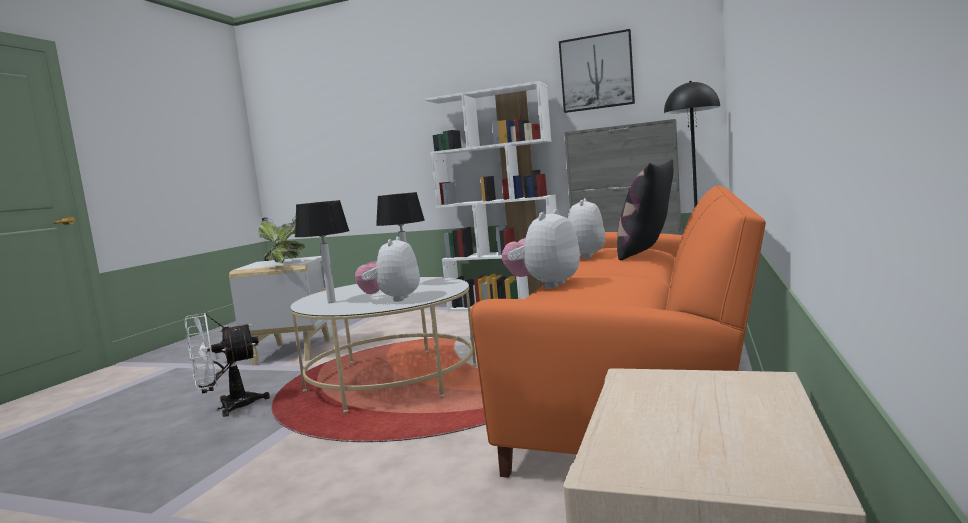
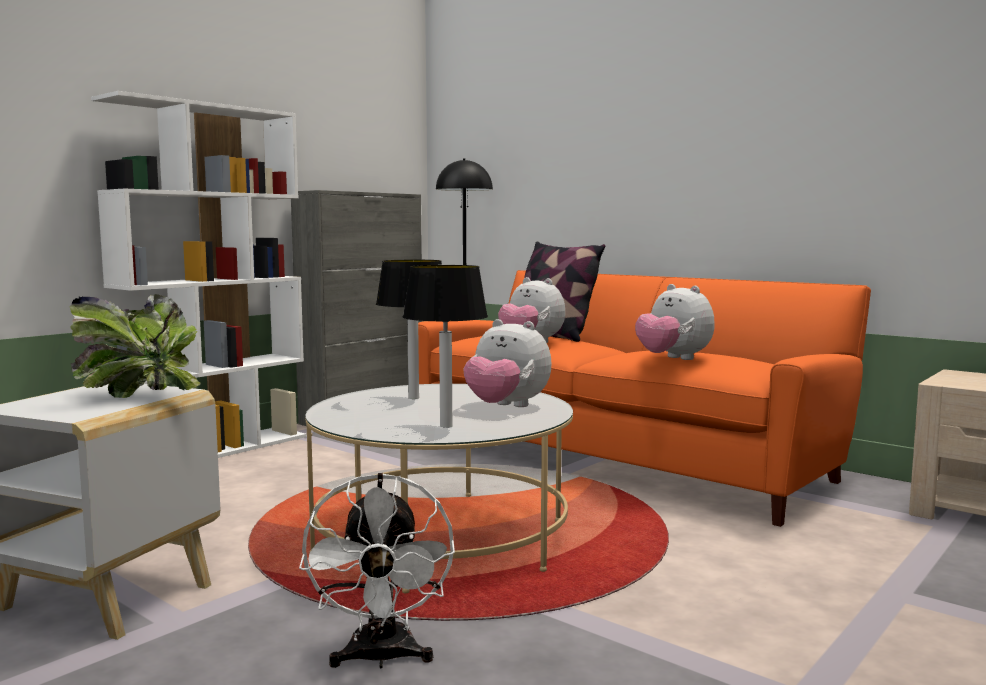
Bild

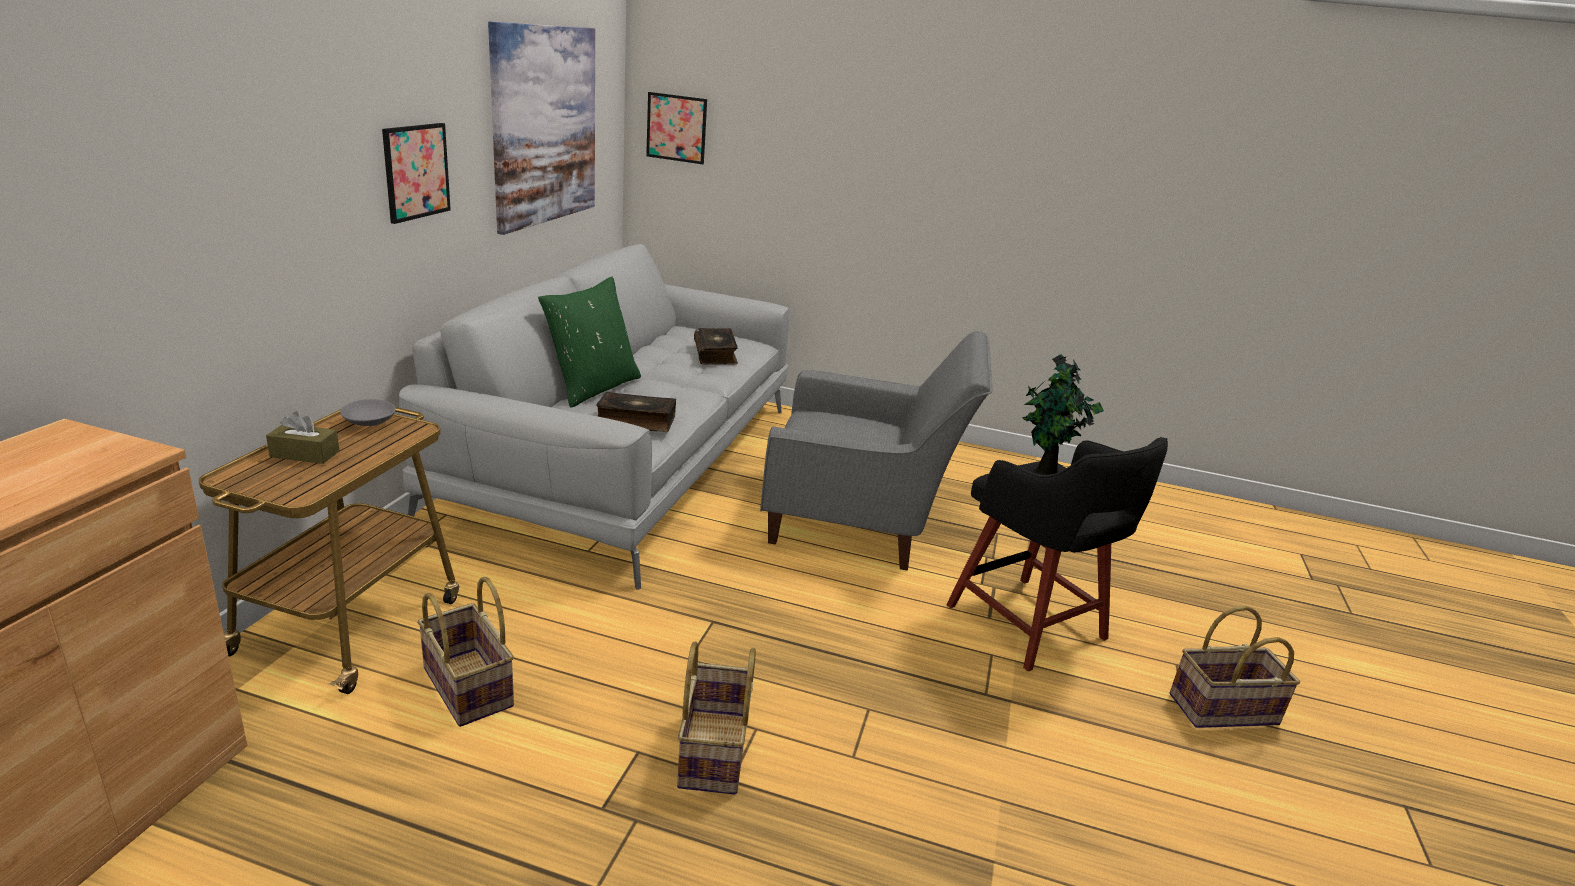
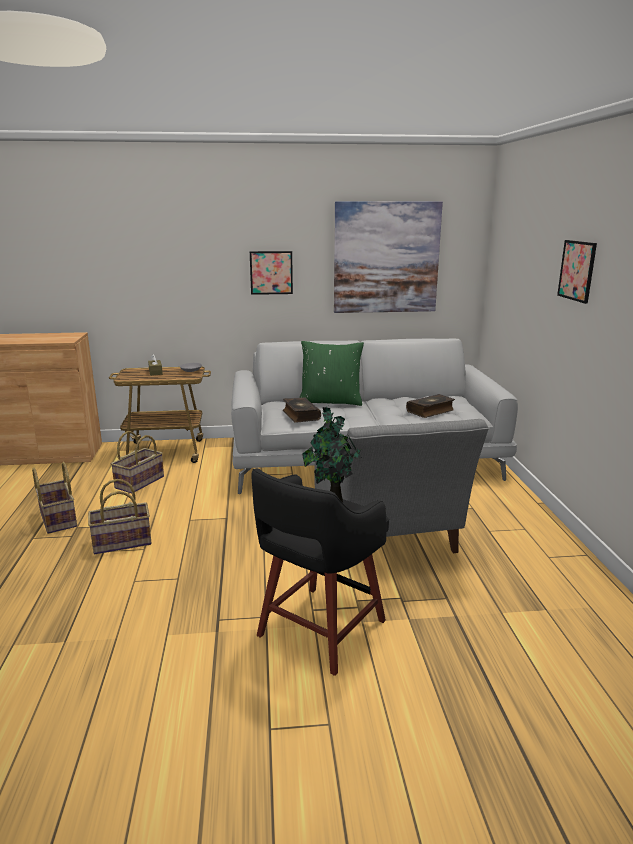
Bild (no. 3 from left); Korb (no. 1 from left)

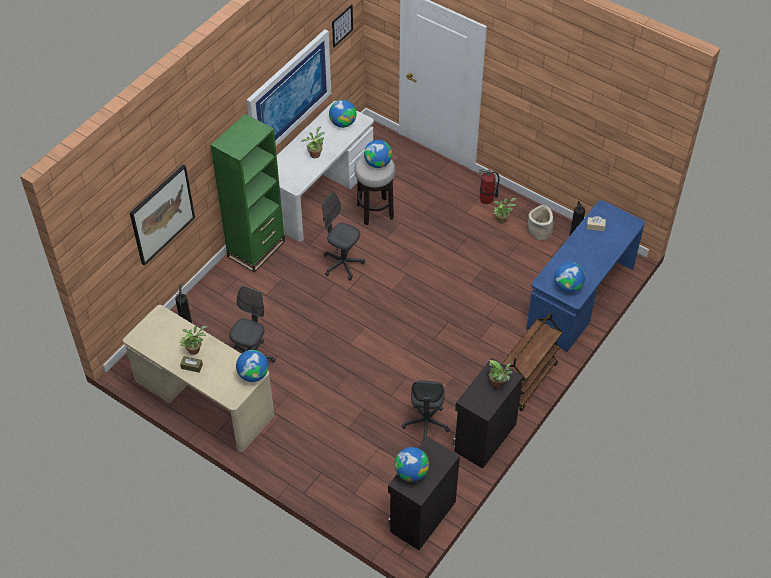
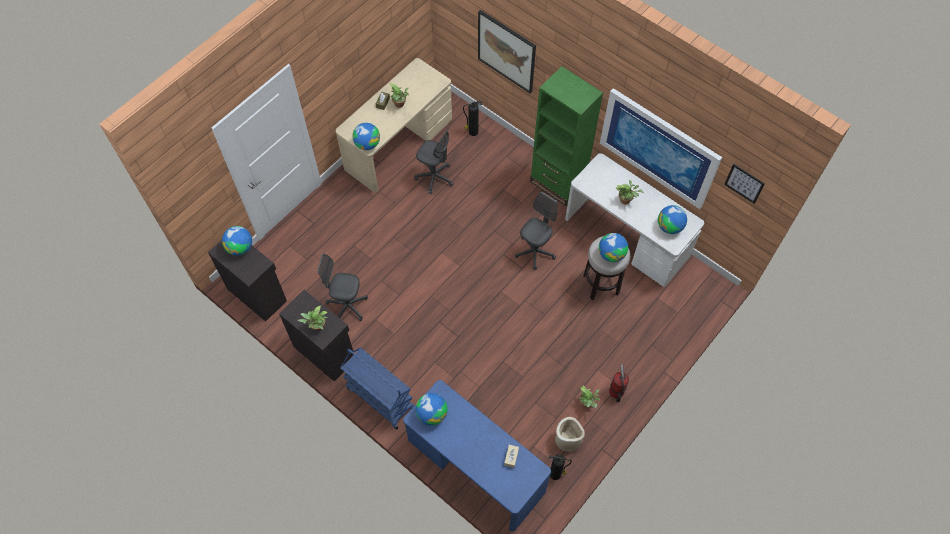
Rollwagen [blau]

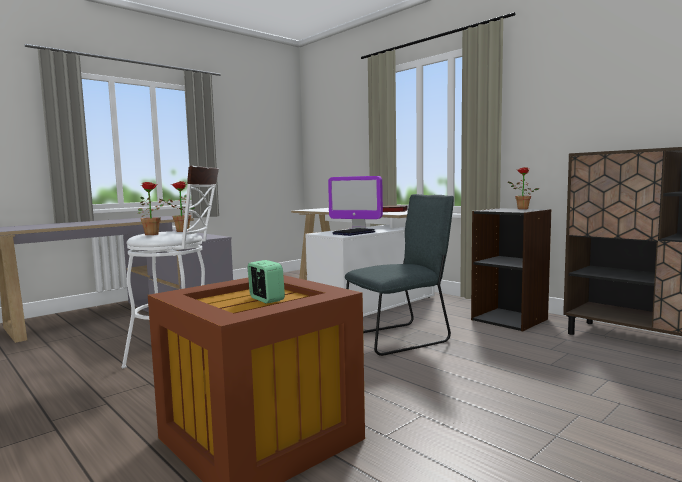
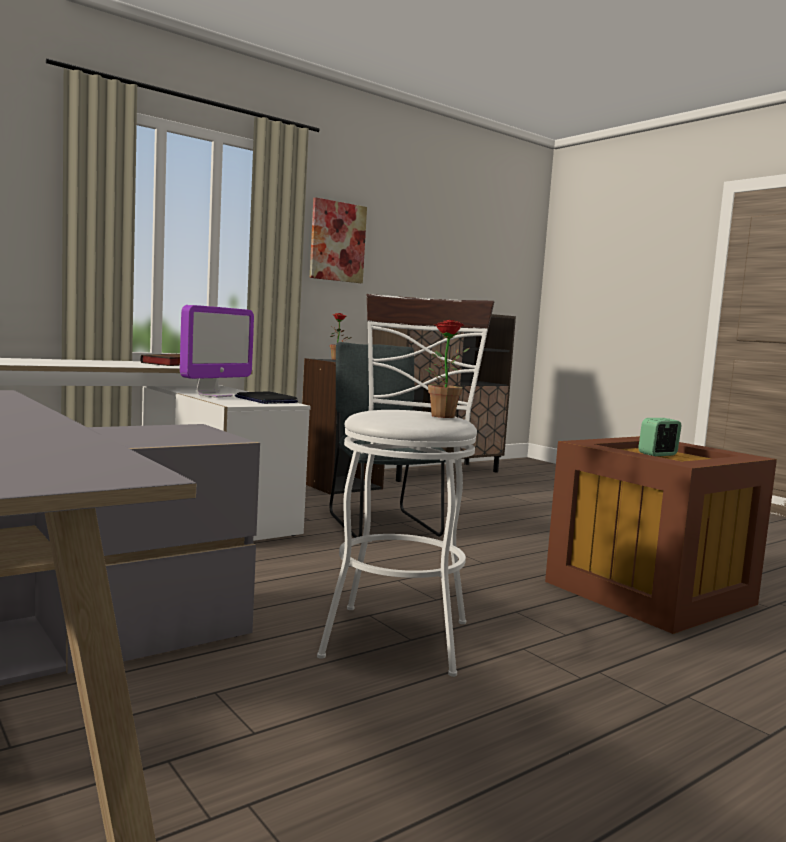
Topfpflanze (no. 2 from left in the first image); Bild

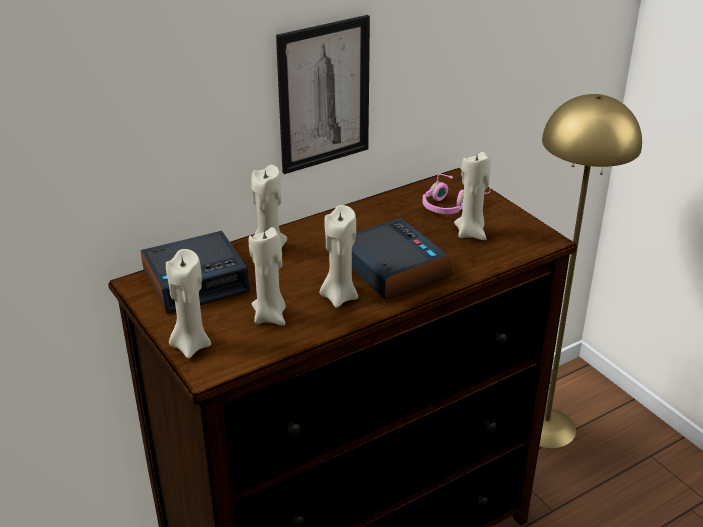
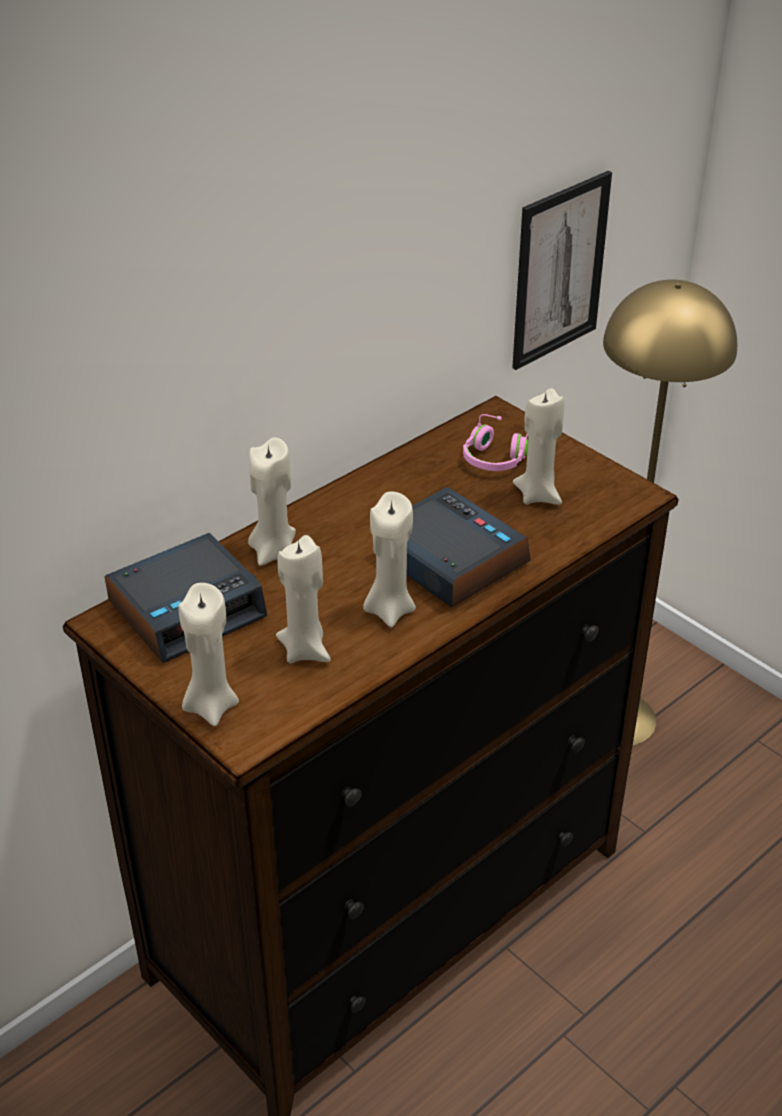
Bild

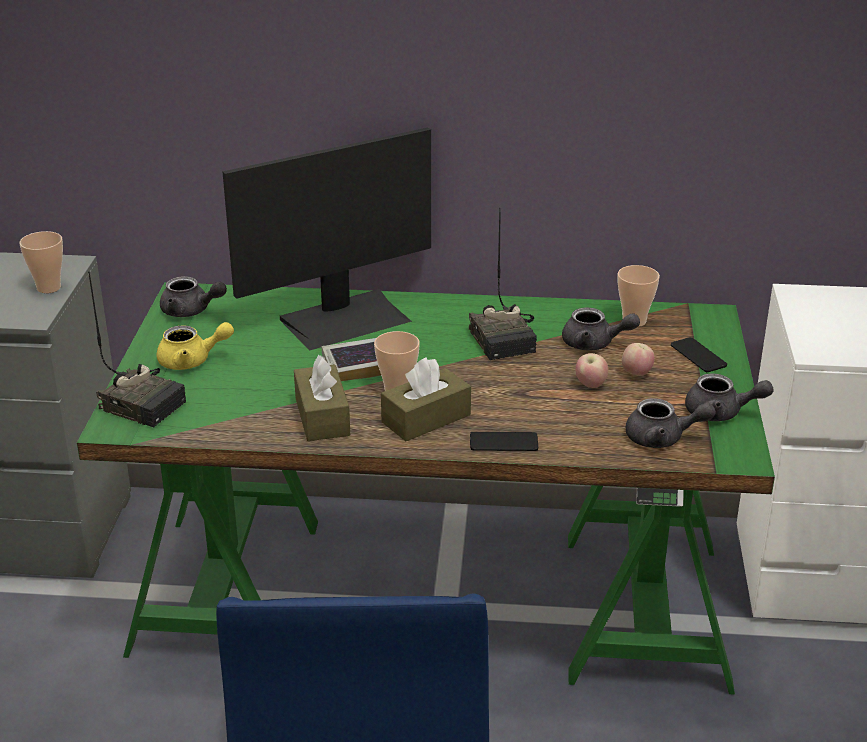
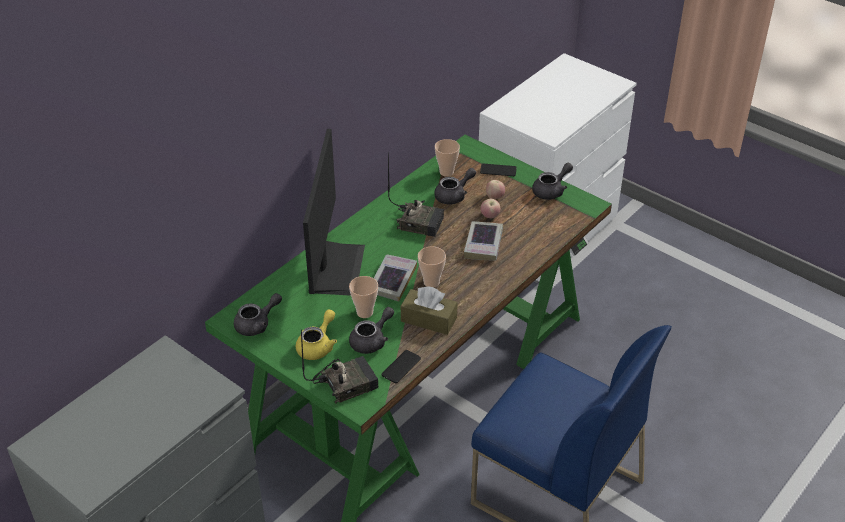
Tasse (no. 1 from left); Taschentuchbox [braun] (no. 2 from left in the first image); Handy (no. 1 from left); Teekanne [grau] (no. 2 from left); Buch (no. 2 from left)

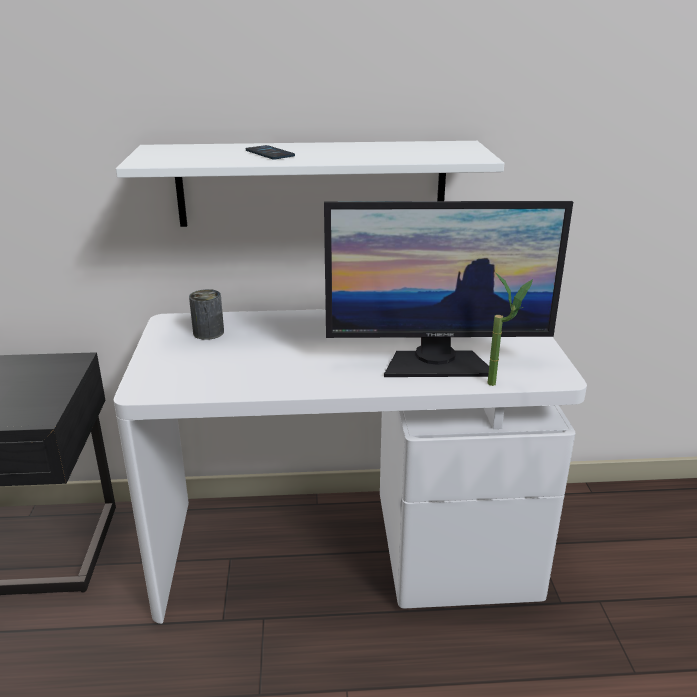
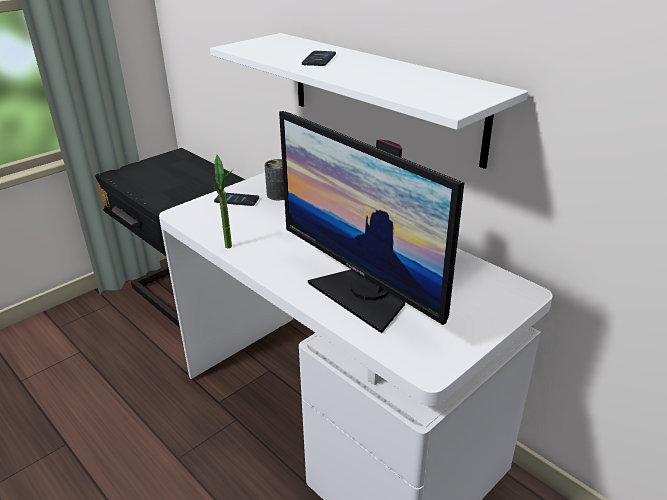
Topfpflanze; Handy (no. 1 from left)

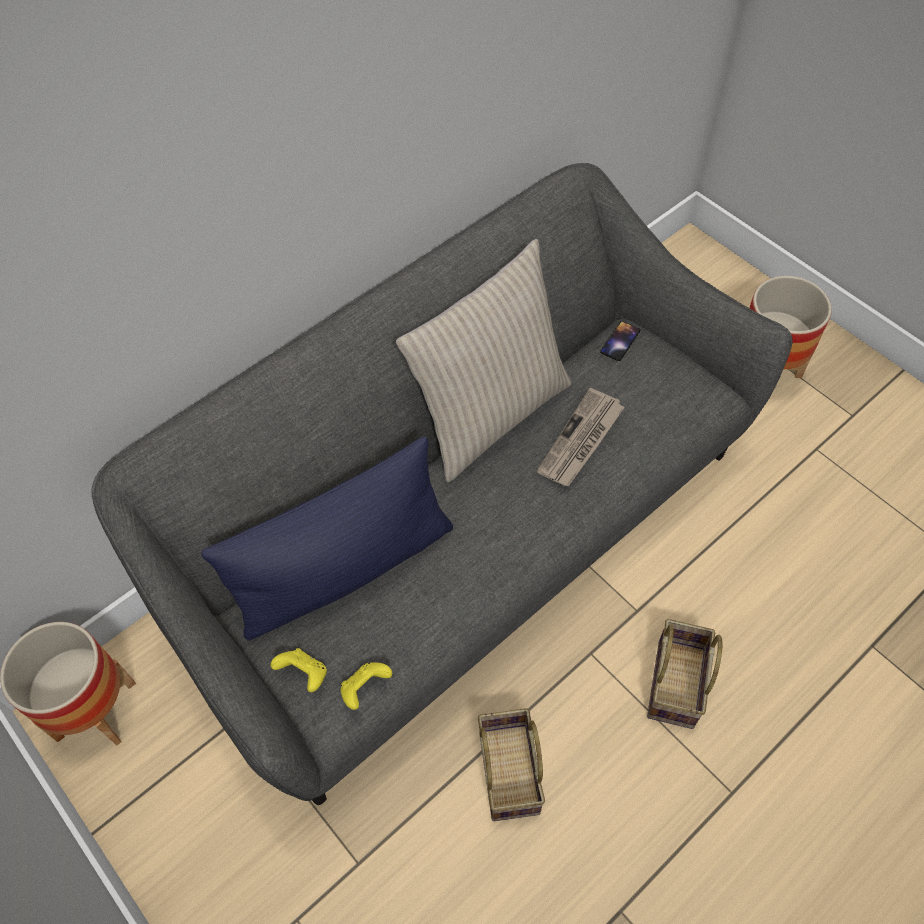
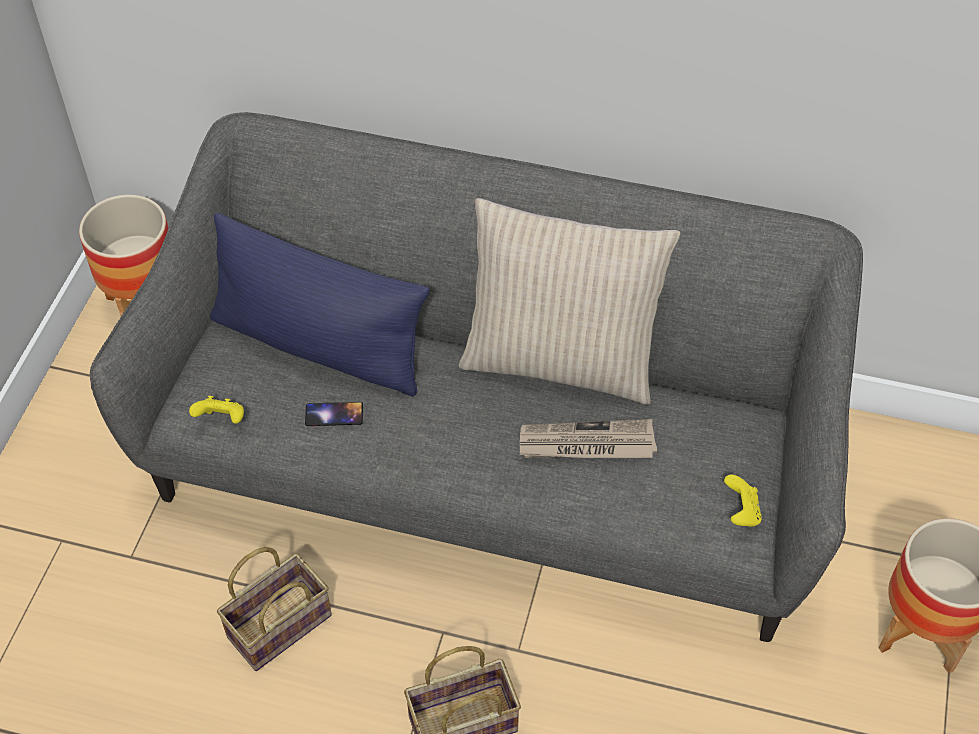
Gamepad [gelb] (no. 2 from left); Handy

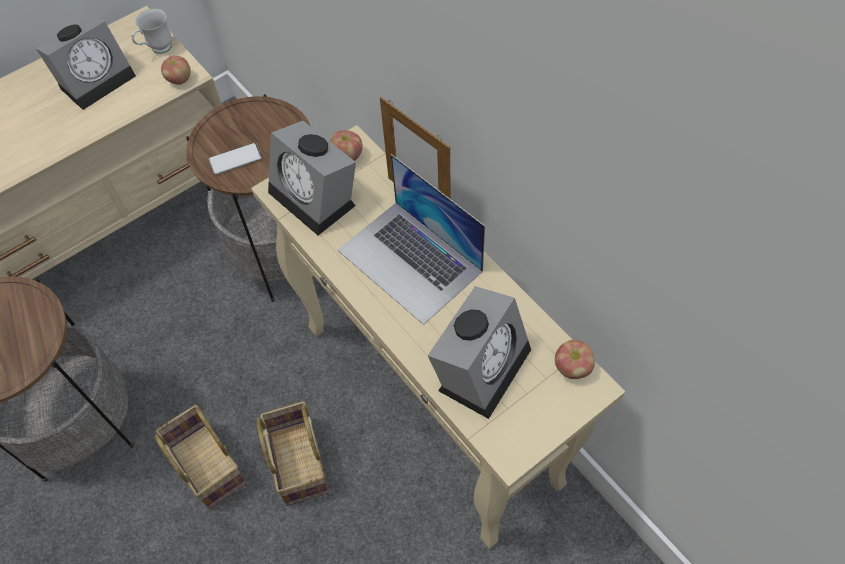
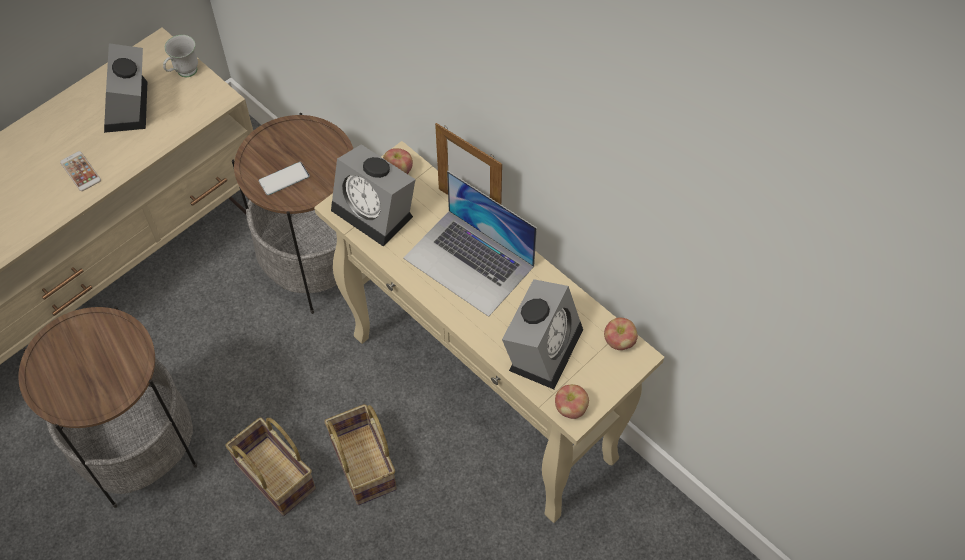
Wecker (no. 1 from left); Apfel (no. 2 from left); Handy (no. 1 from left)

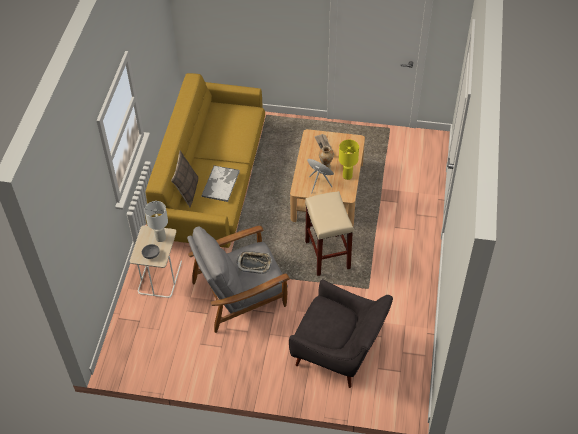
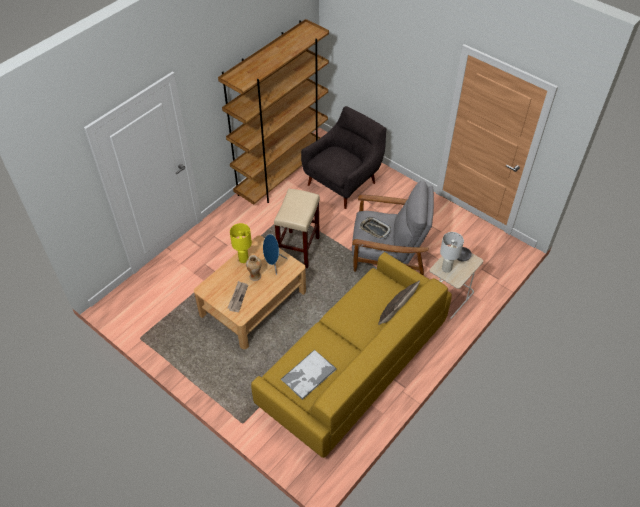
Tablett (no. 1 from left); Sessel [grau] (no. 1 from left); Bücherregal [braun]

